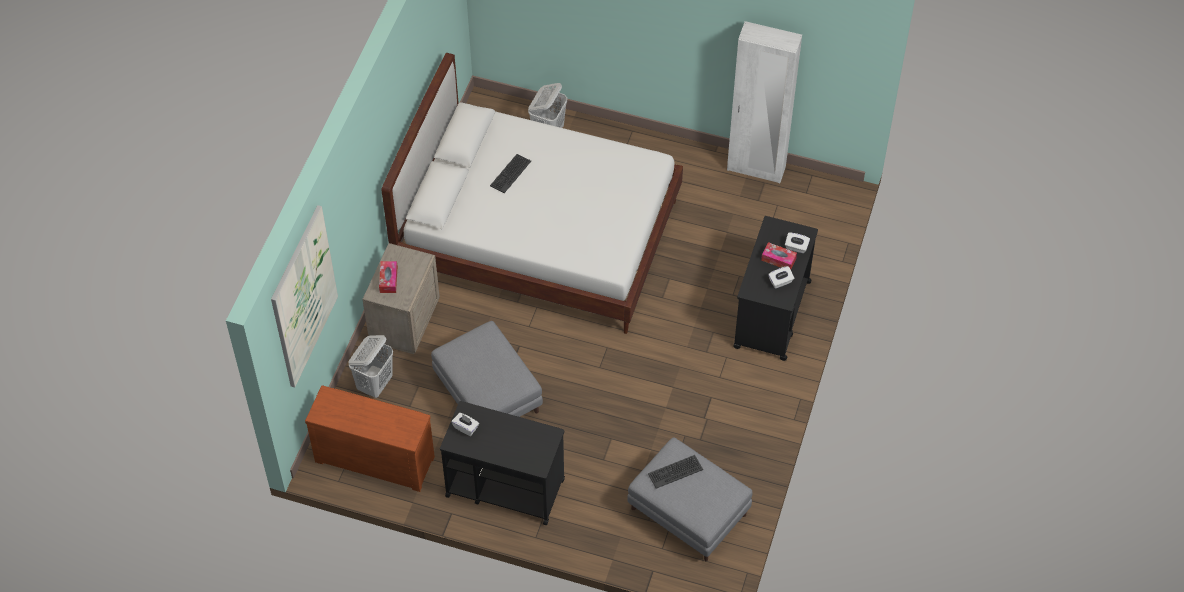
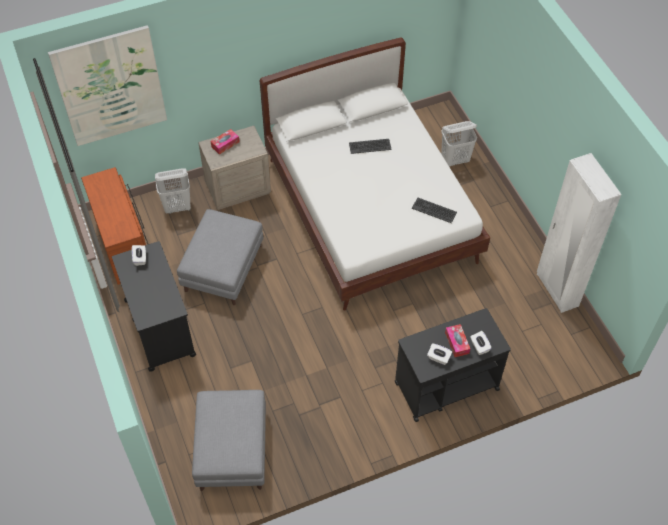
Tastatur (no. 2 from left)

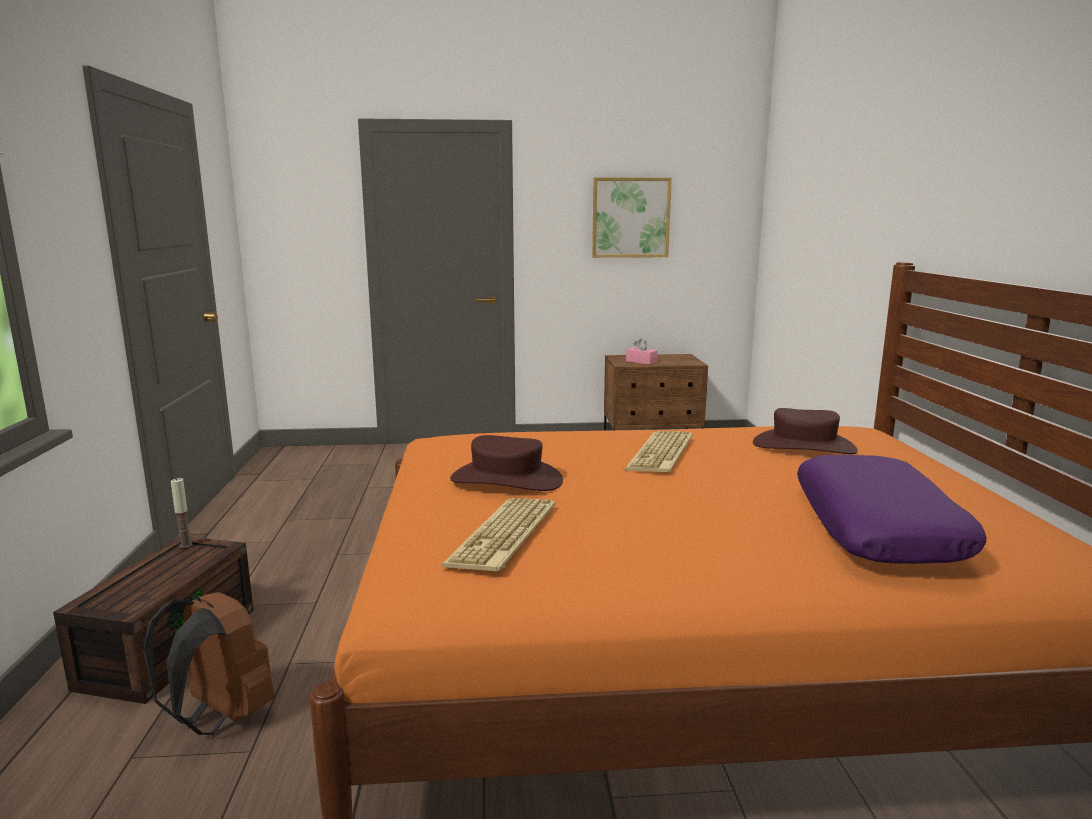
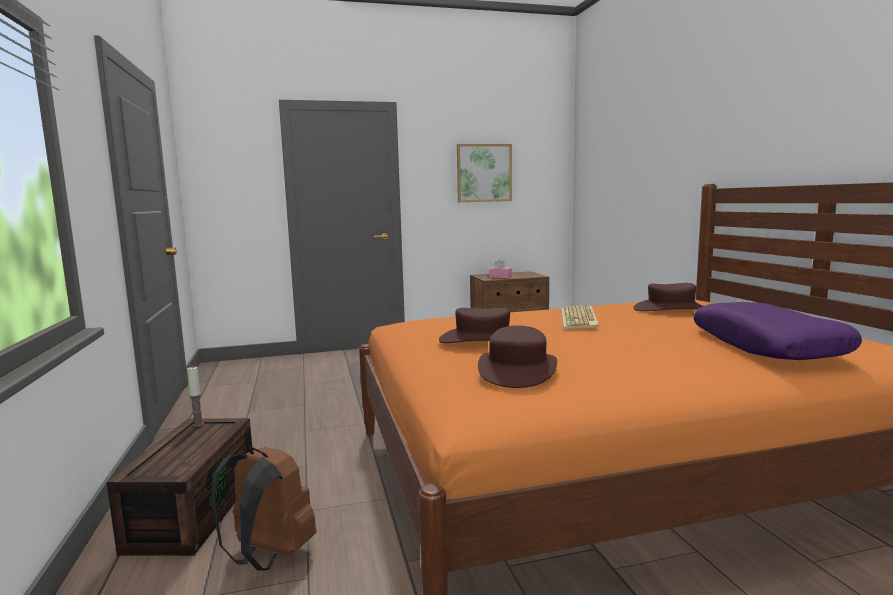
Hut [braun] (no. 2 from left)

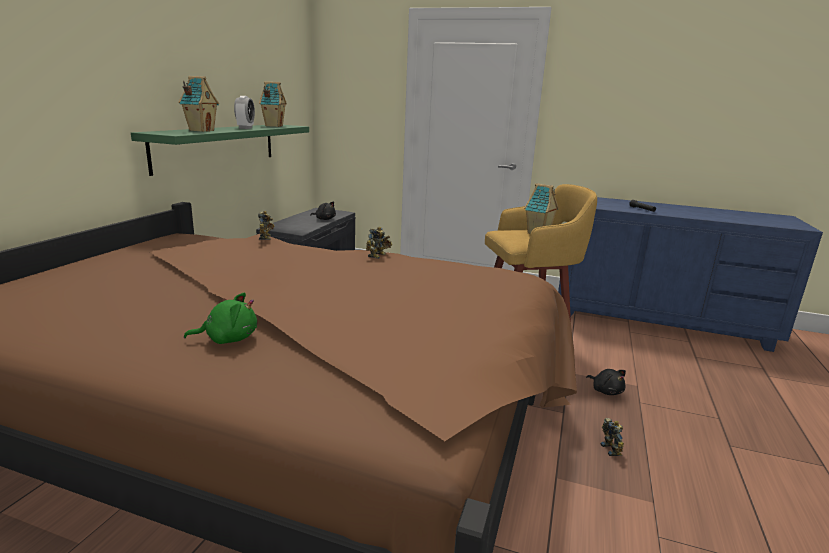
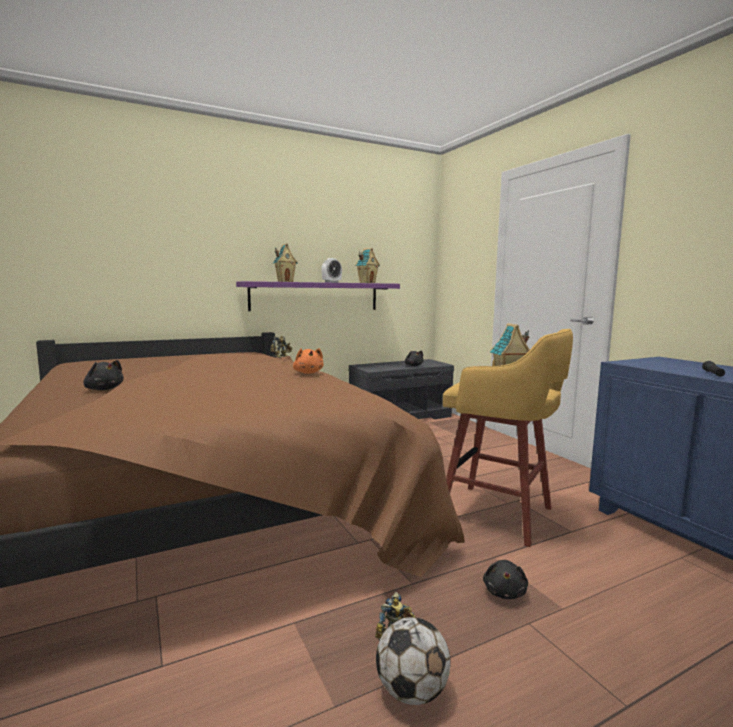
Wandregal [lila]; Plüschtier [schwarz] (no. 1 from left); Plüschtier [orange]; Fußball

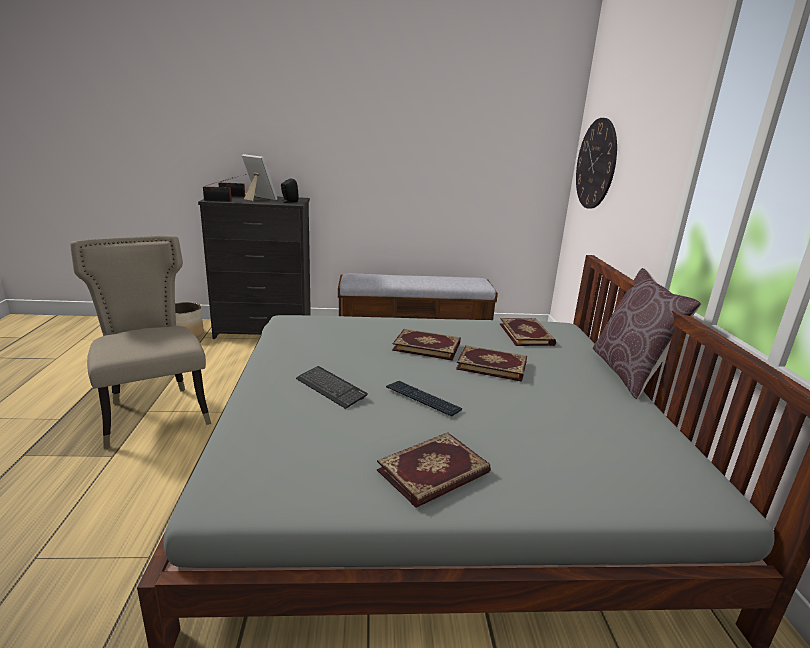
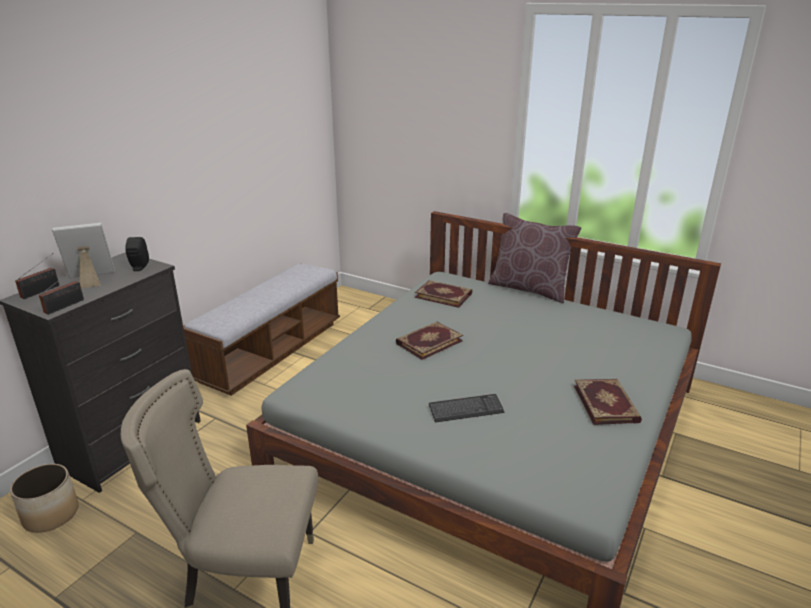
Tastatur (no. 2 from left in the first image); Buch (no. 3 from left in the first image); Wanduhr

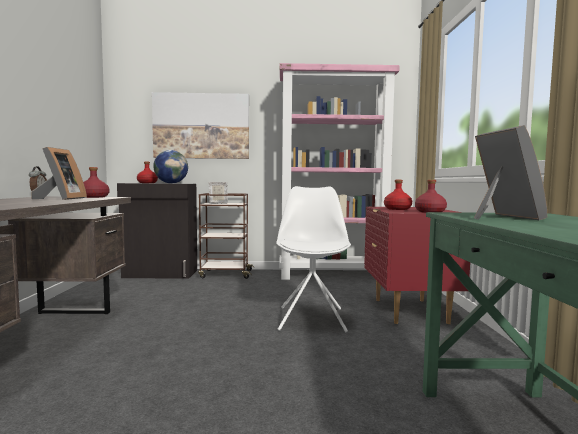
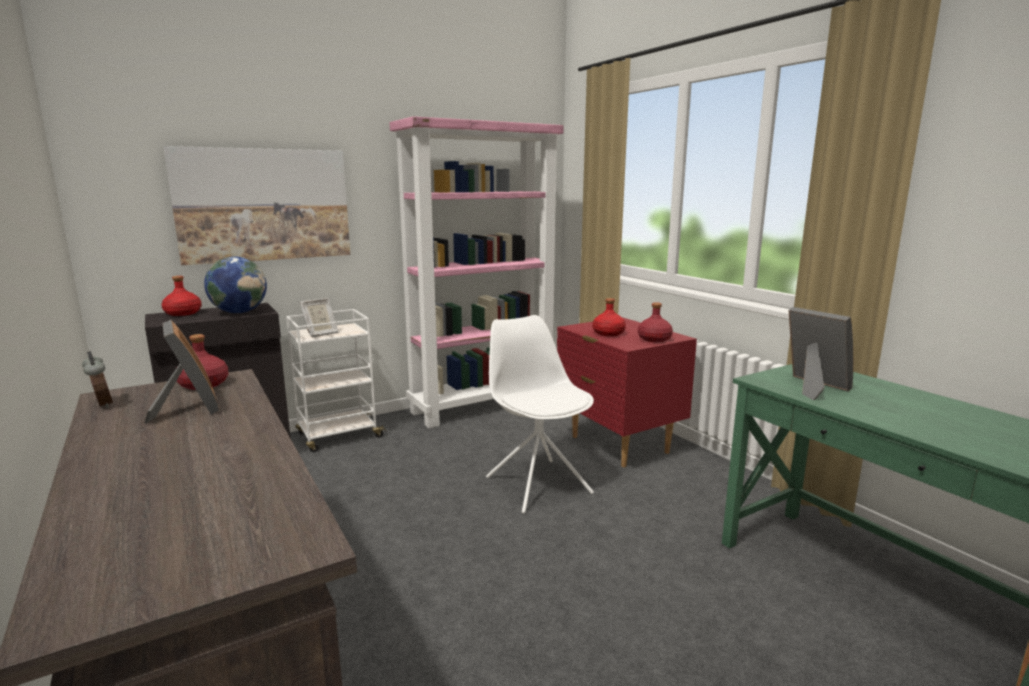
Rollwagen [weiß]

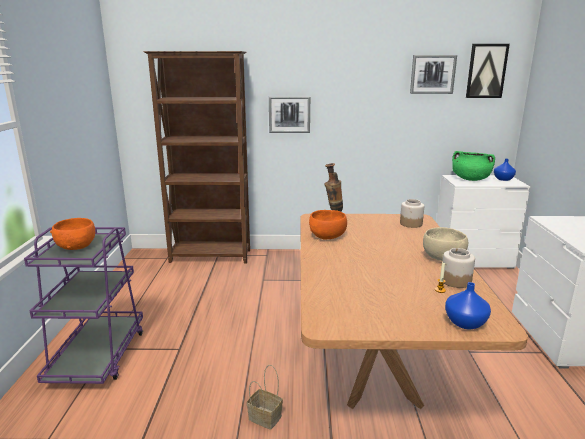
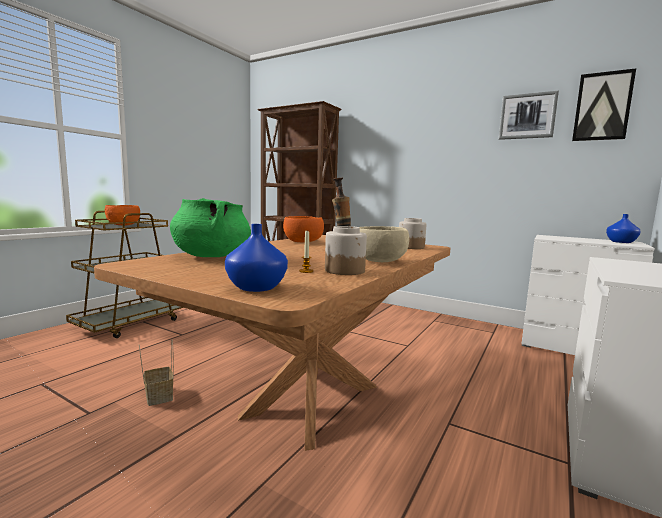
Rollwagen [braun]; Bild (no. 1 from left in the first image); Kochtopf [grün]

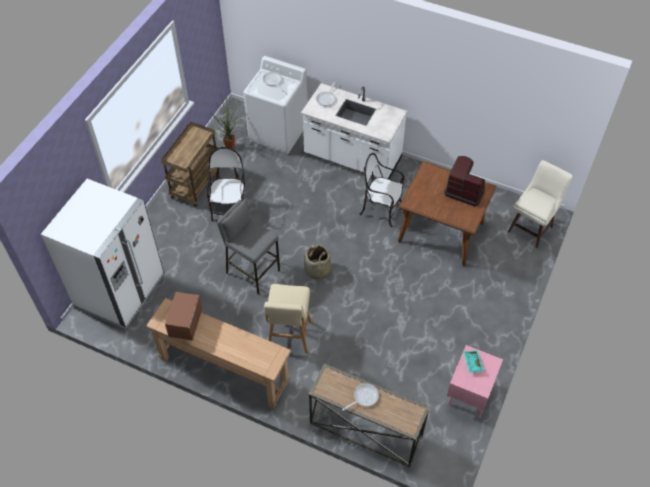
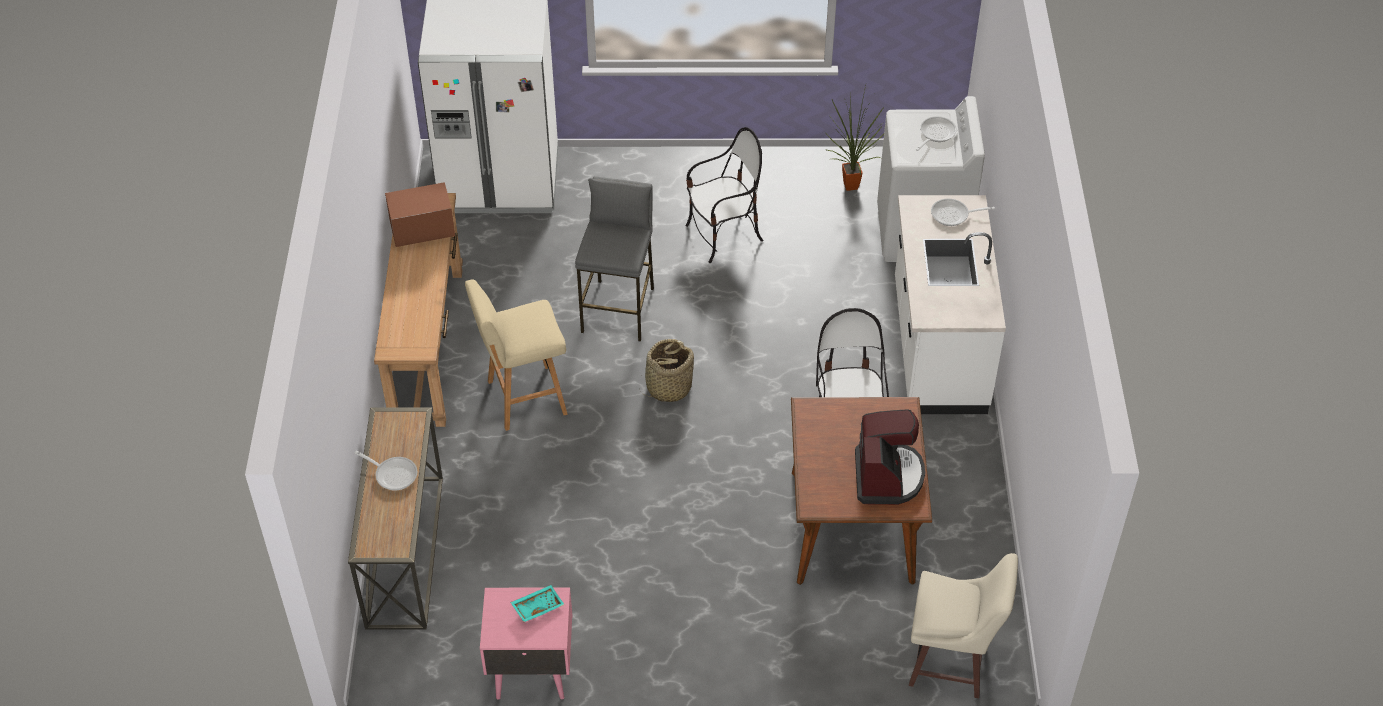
Rollwagen [braun]

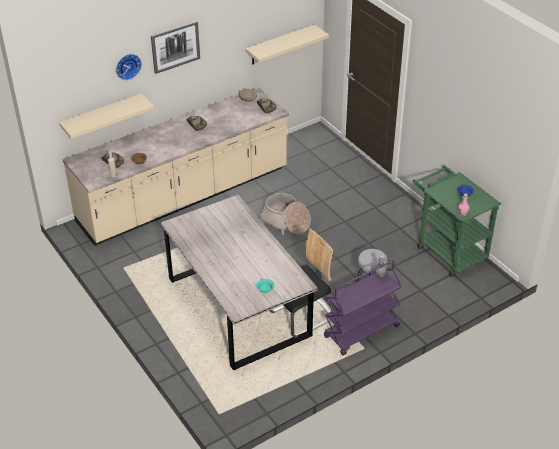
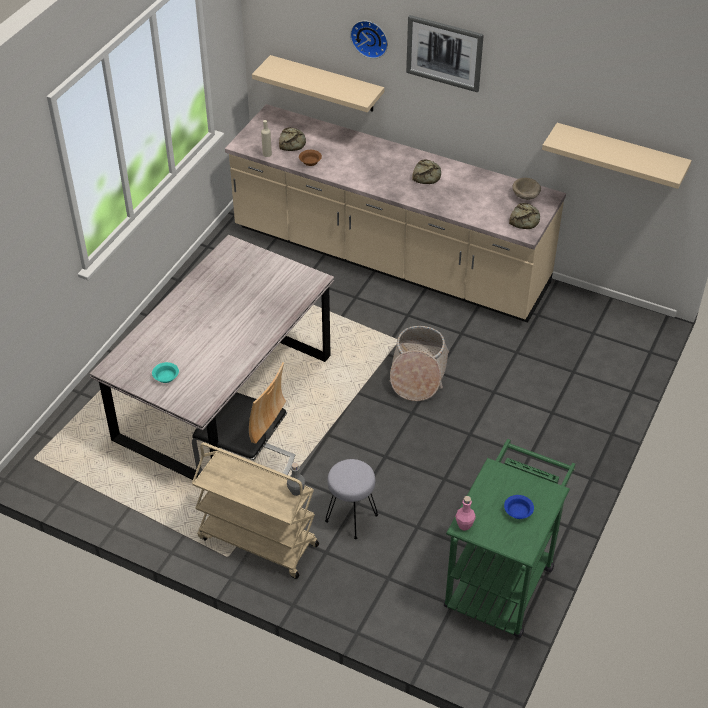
Rollwagen [beige]

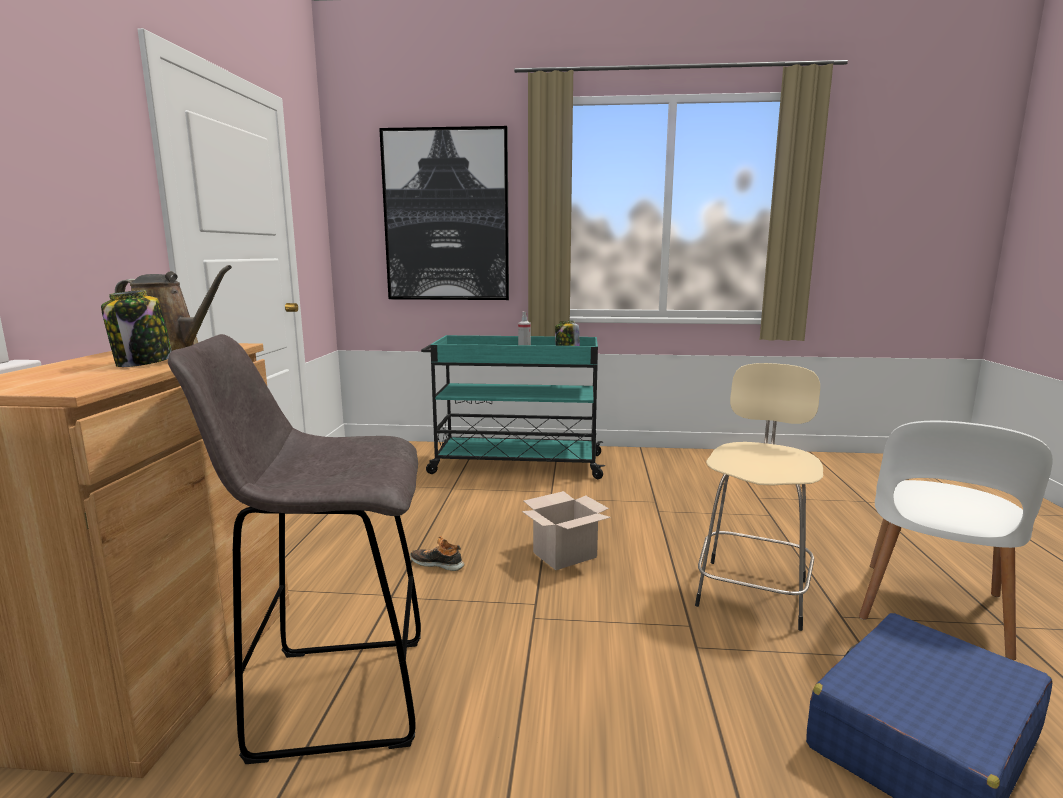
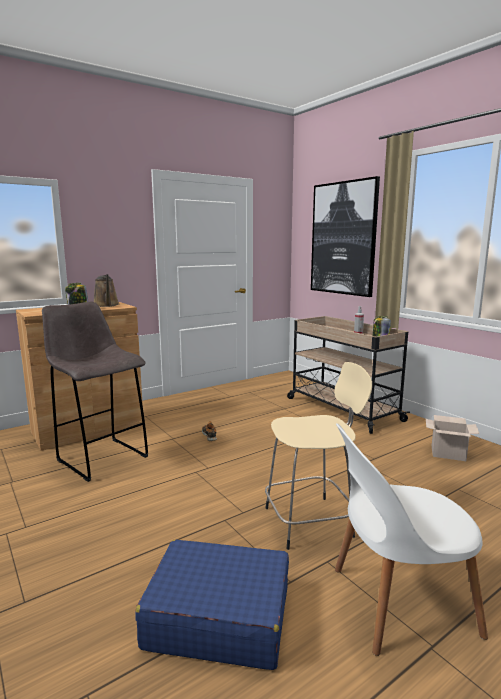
Rollwagen [beige]; Karton

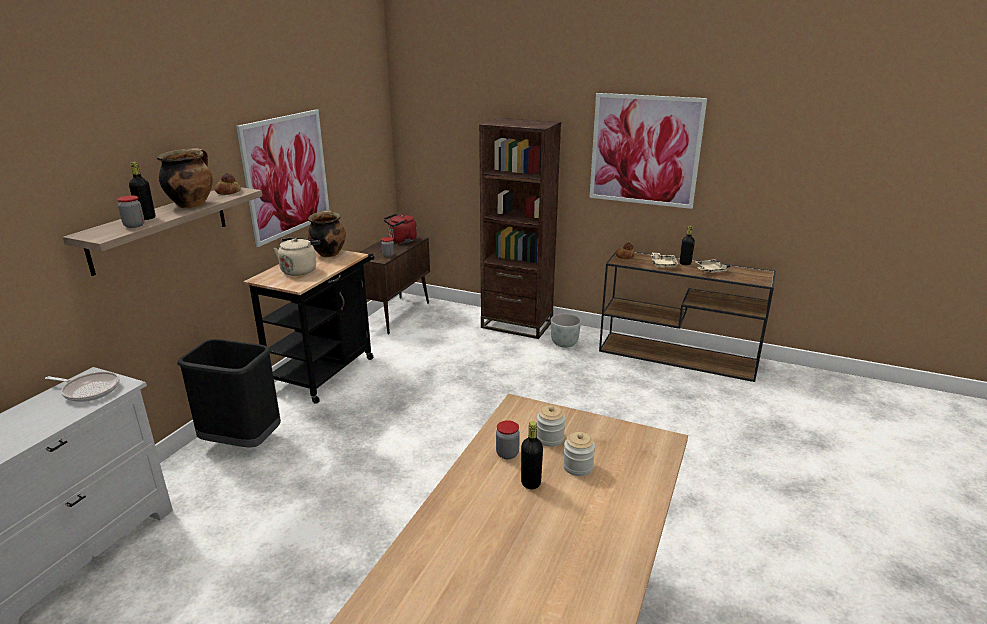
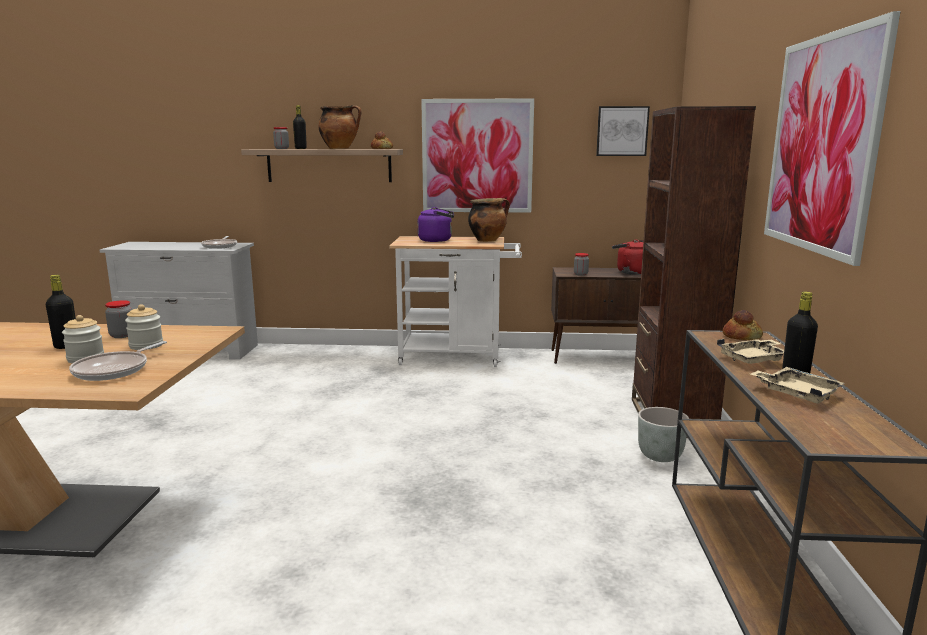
Mülleimer [schwarz]; Rollwagen [weiß]; Wasserkessel [lila]; Pfanne (no. 1 from left); Bild (no. 2 from left)

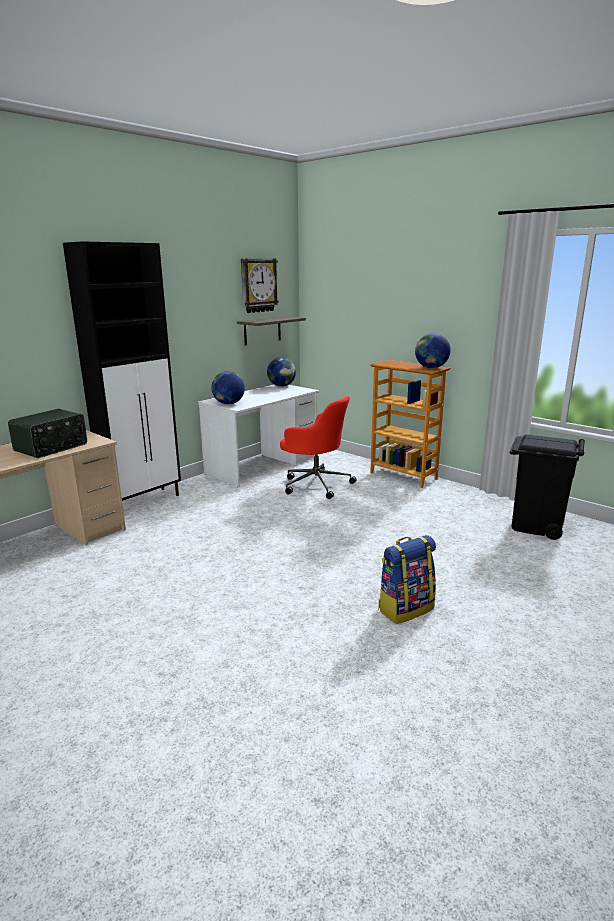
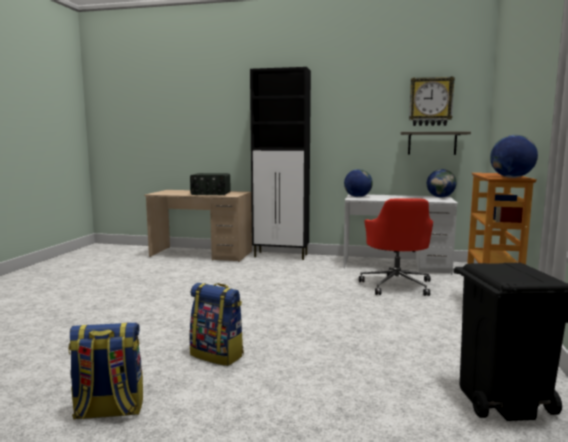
Rucksack (no. 1 from left)

